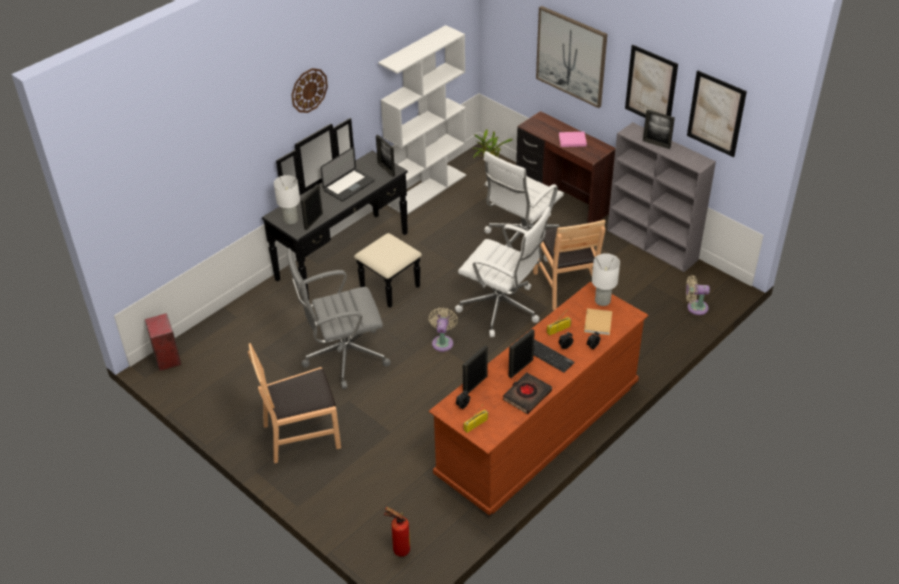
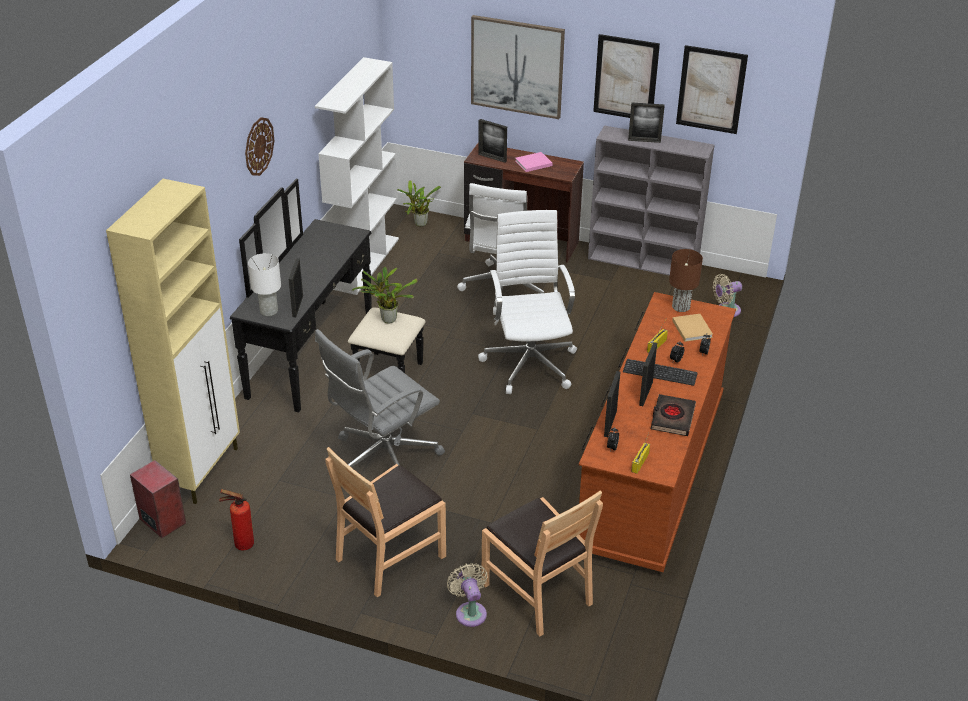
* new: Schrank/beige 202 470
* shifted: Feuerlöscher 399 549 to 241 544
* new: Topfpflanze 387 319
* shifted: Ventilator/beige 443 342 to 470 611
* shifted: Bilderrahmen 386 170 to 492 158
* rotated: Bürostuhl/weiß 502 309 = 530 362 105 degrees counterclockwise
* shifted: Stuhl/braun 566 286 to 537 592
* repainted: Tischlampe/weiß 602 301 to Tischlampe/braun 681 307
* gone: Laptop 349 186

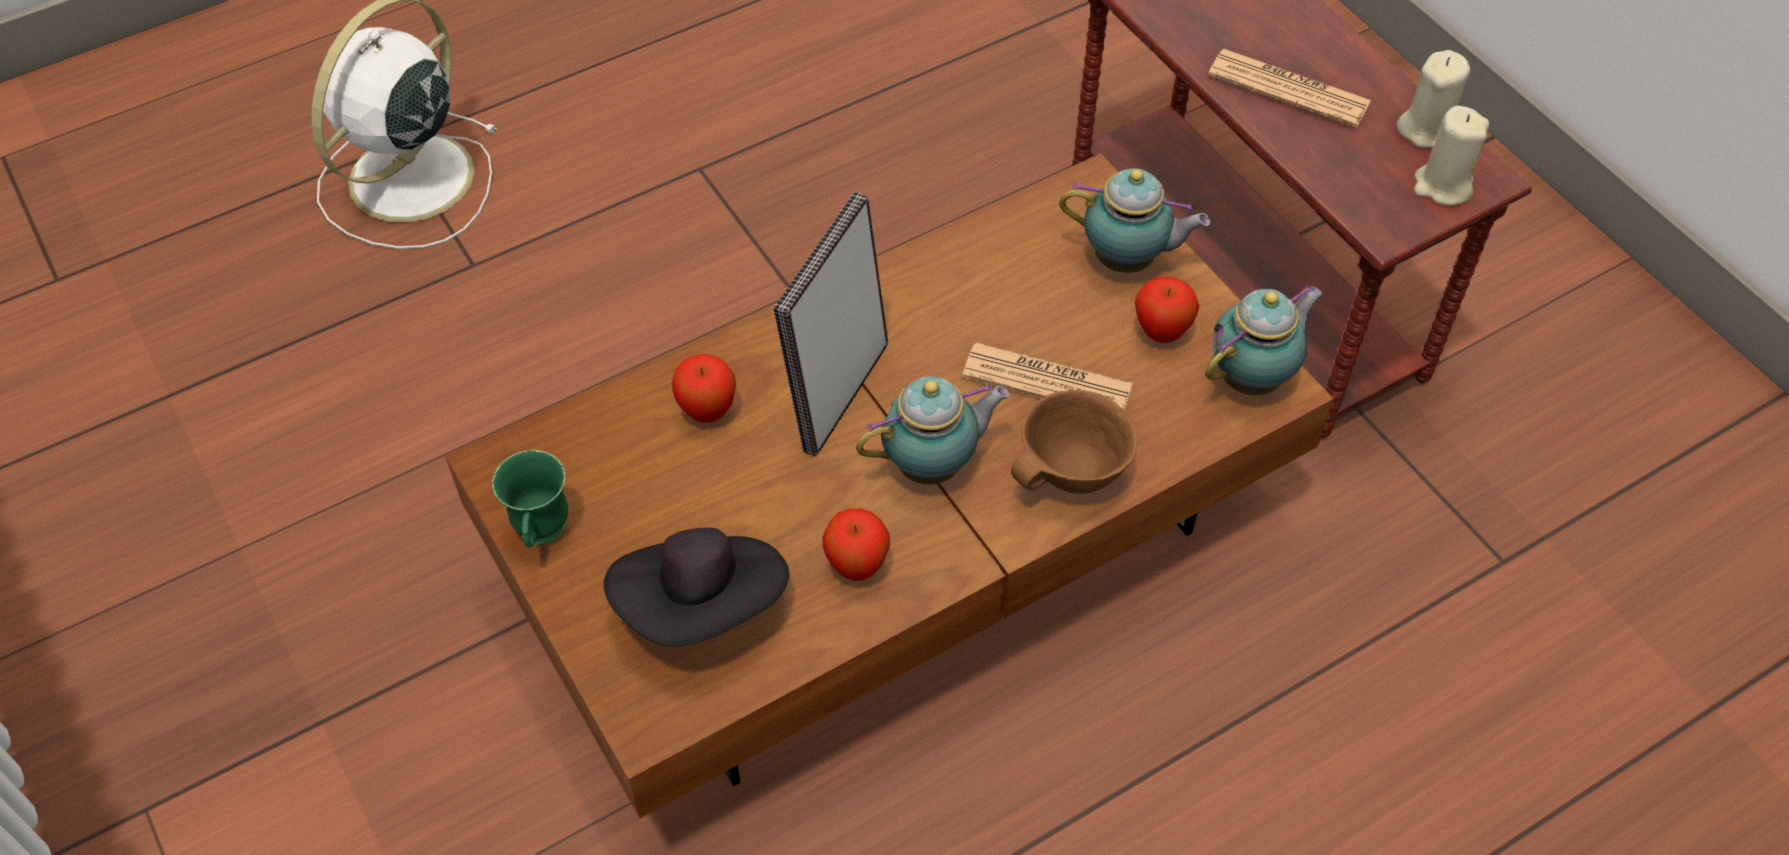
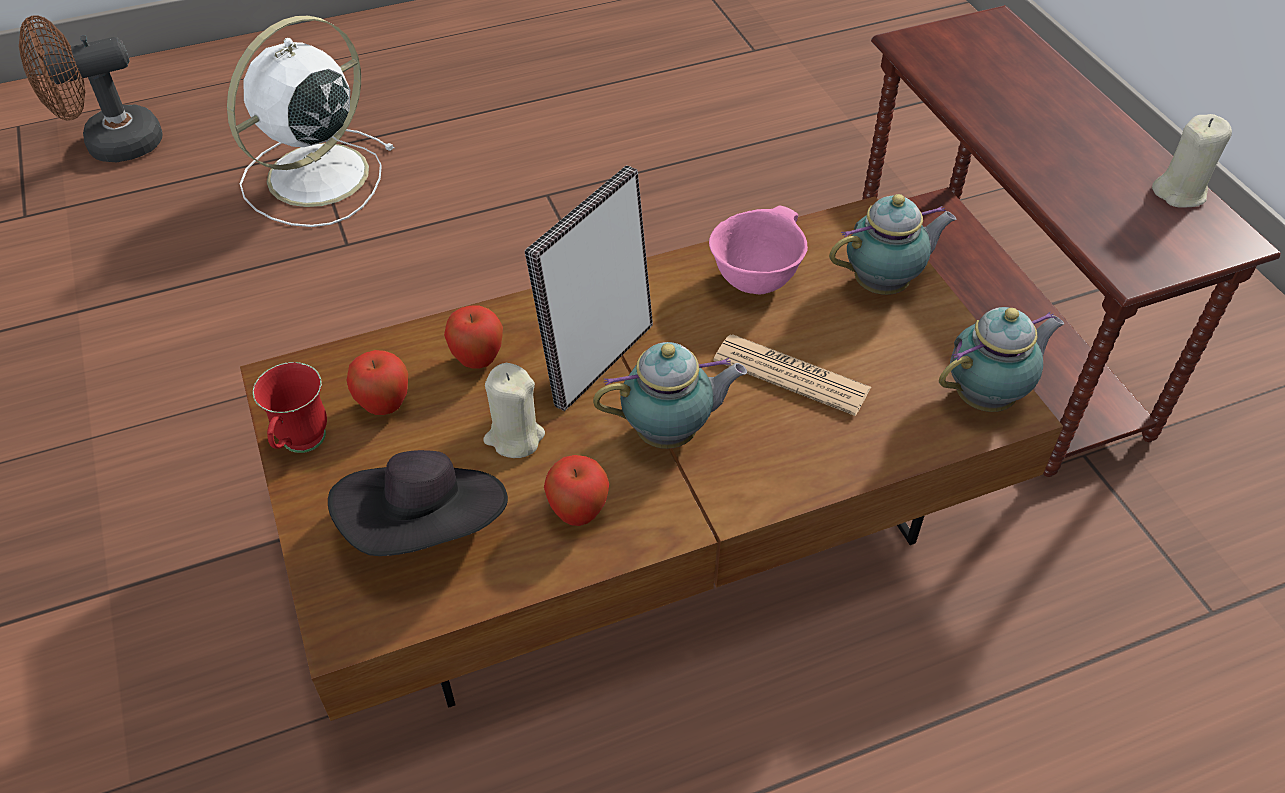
* new: Ventilator/braun 111 145
* repainted: Henkelbecher/grün 541 537 to Henkelbecher/rot 300 446
* shifted: Apfel 1161 332 to 384 405
* shifted: Kerze/beige 1442 186 to 514 437
* new: Schüssel/rosa 754 278
* rotated: Teekanne 1128 261 = 884 284 45 degrees counterclockwise
* gone: Schüssel/braun 1072 474
* gone: Zeitung 1289 89

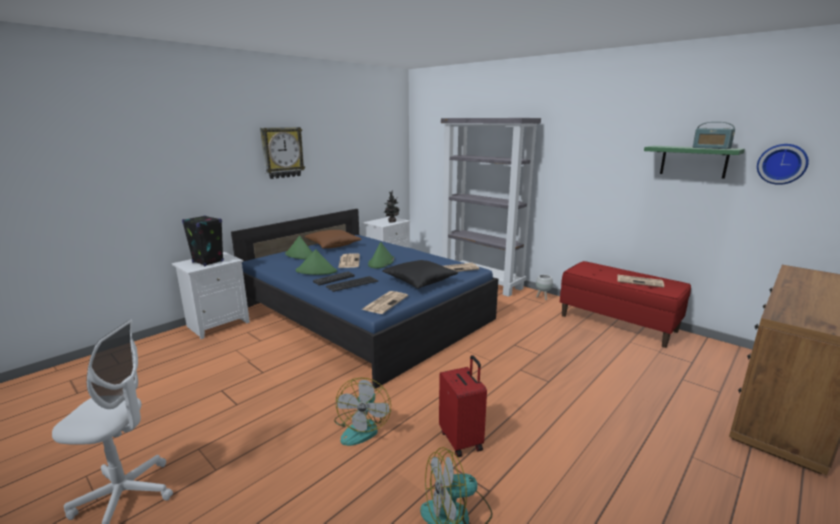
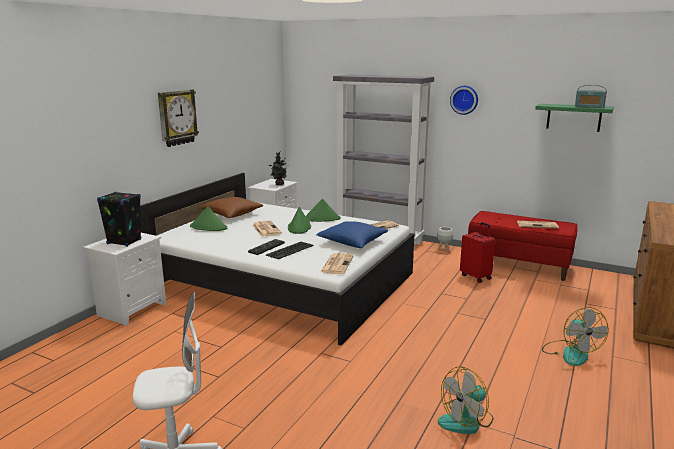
* repainted: Bett/blau 364 313 to Bett/weiß 283 282
* shifted: Hut/grün 316 271 to 322 219
* repainted: Kissen/schwarz 420 282 to Kissen/blau 352 242
* shifted: Wanduhr 782 164 to 464 100
* shifted: Koffer/rot 462 440 to 476 277
* shifted: Ventilator 362 427 to 570 353

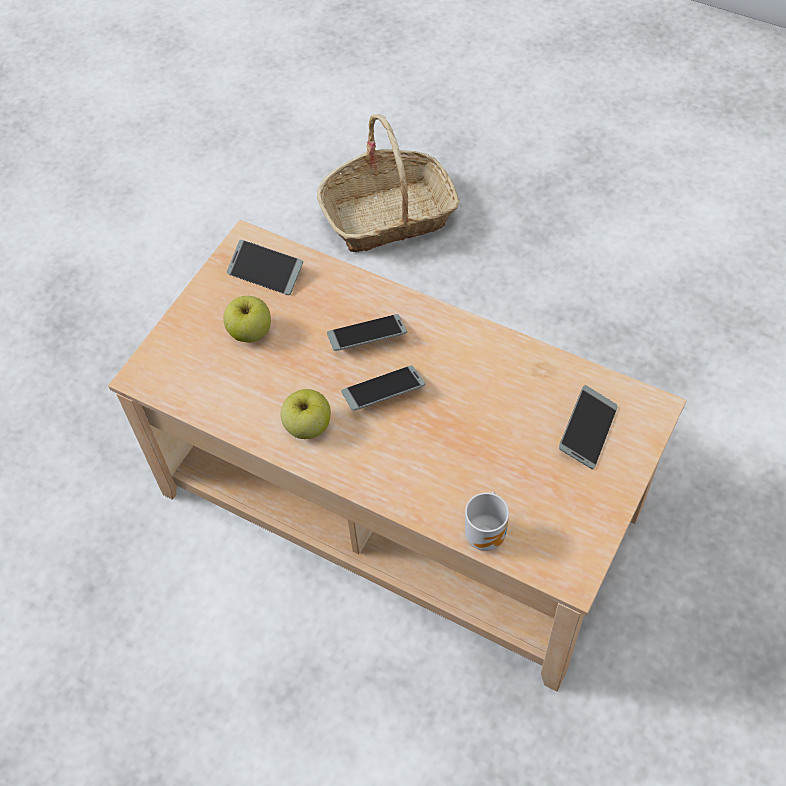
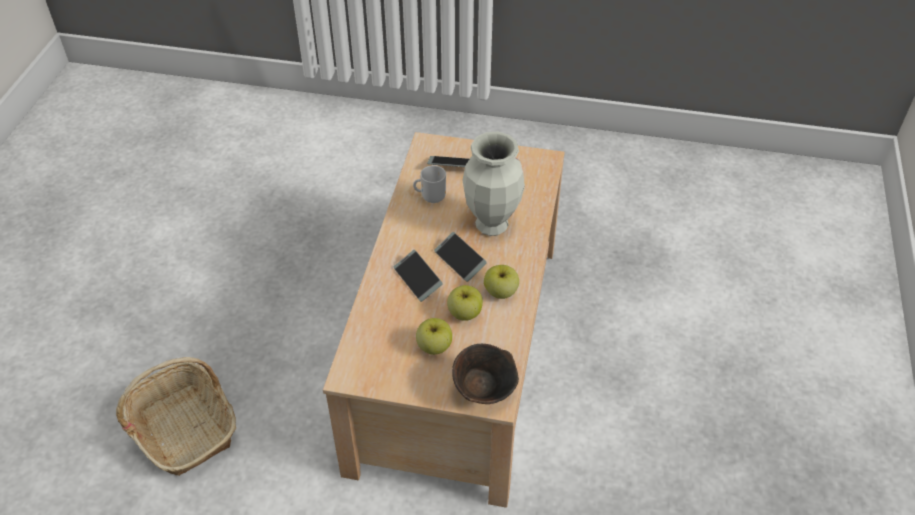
* shifted: Henkelbecher 487 534 to 431 197
* new: Apfel 464 313
* new: Schüssel/braun 484 390
* new: Vase 491 225
* gone: Handy 265 272

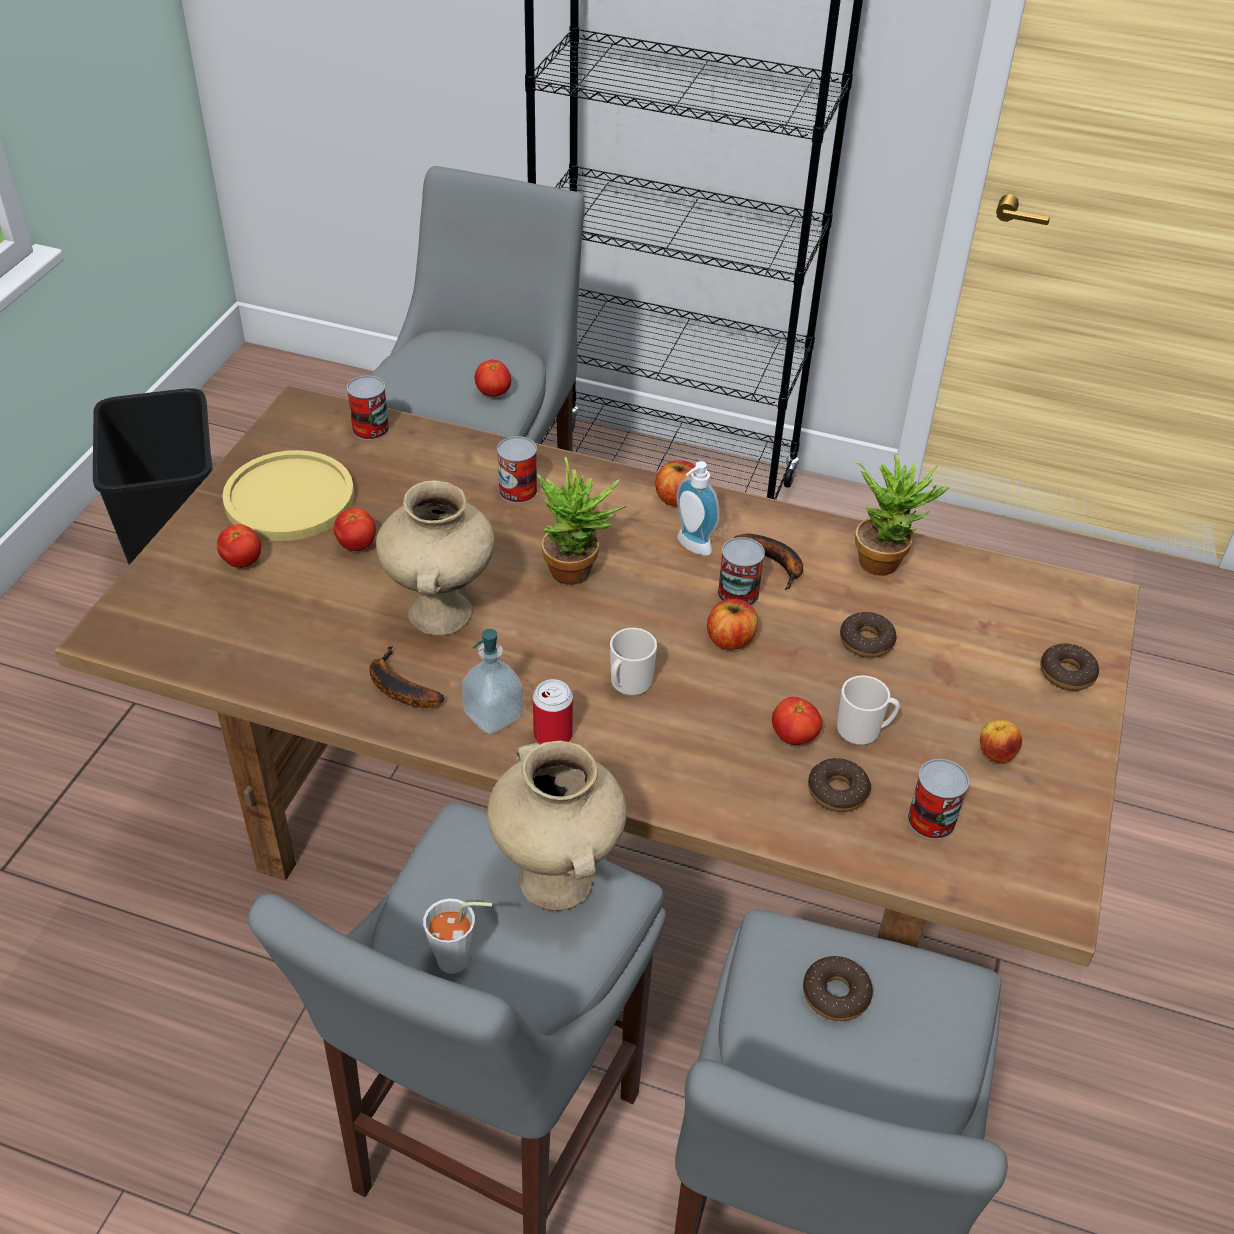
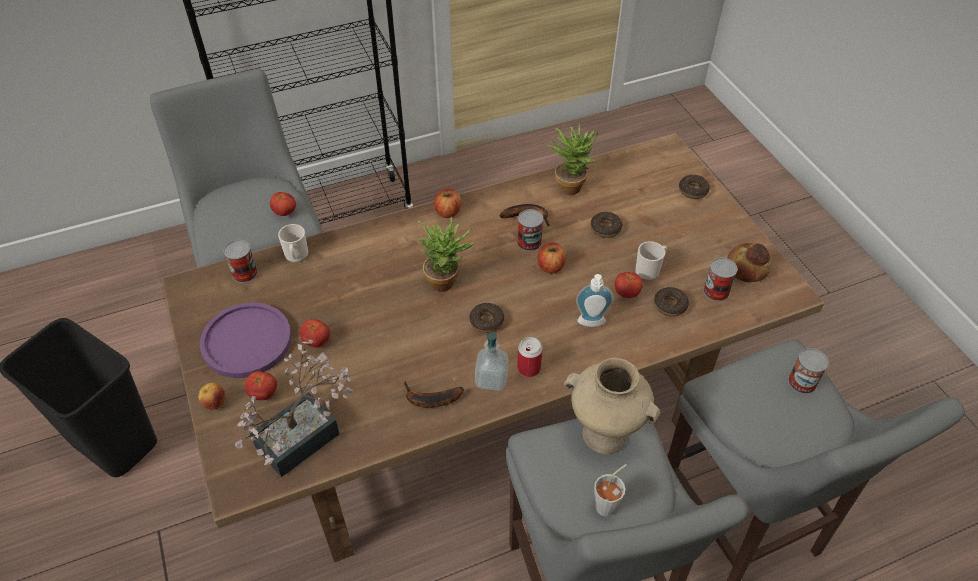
* shifted: Apfel 995 754 to 215 403
* repainted: Teller/gelb 289 498 to Teller/lila 246 341
* new: Topfpflanze 306 435
* shifted: Henkelbecher 628 684 to 296 256
* shifted: Donut 836 994 to 486 321
* shifted: Seifenspender 691 547 to 591 324
* new: Brot 747 267
* shifted: Dose 518 491 to 802 382
* gone: Vase/beige 442 614

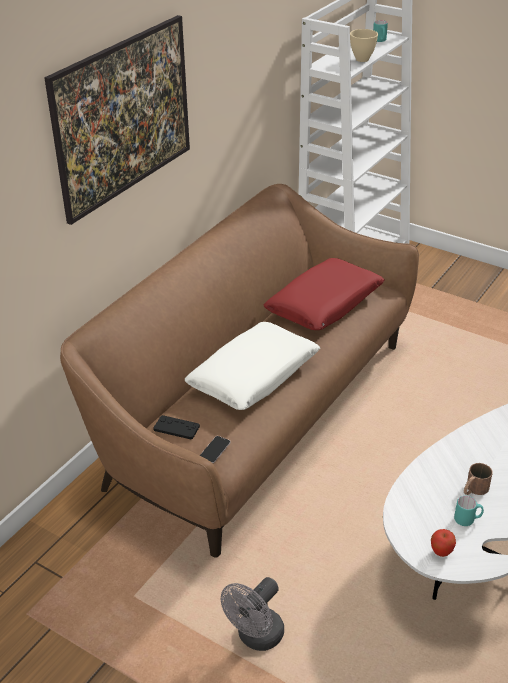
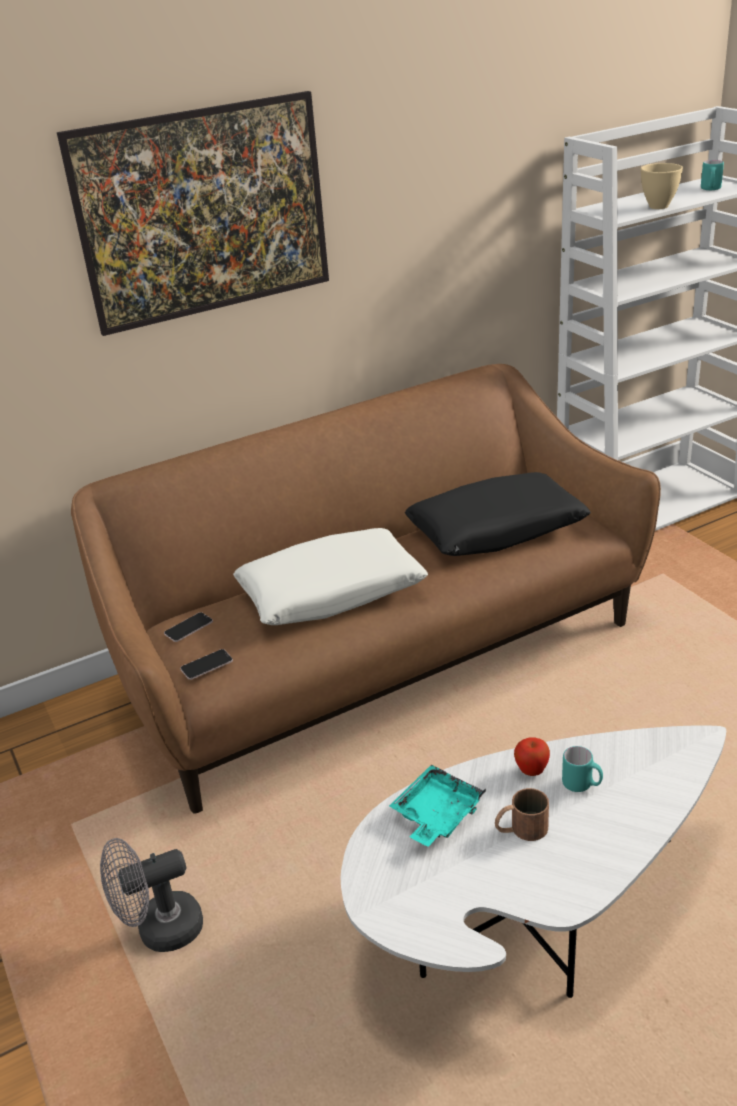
* swapped: Gamepad/schwarz 176 428 to Handy 188 628
* new: Tablett/türkis 436 815
* repainted: Kissen/rot 324 304 to Kissen/schwarz 496 530
* shifted: Apfel 441 552 to 531 771
* shifted: Henkelbecher/türkis 467 520 to 582 785

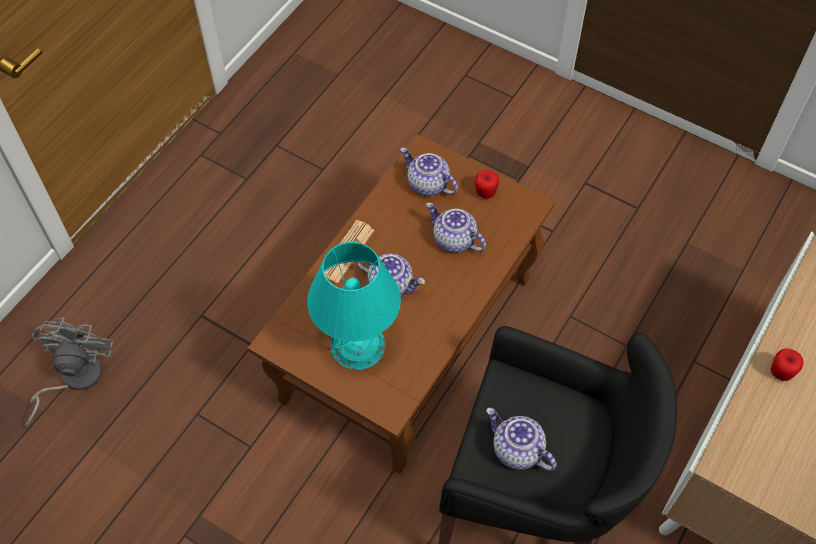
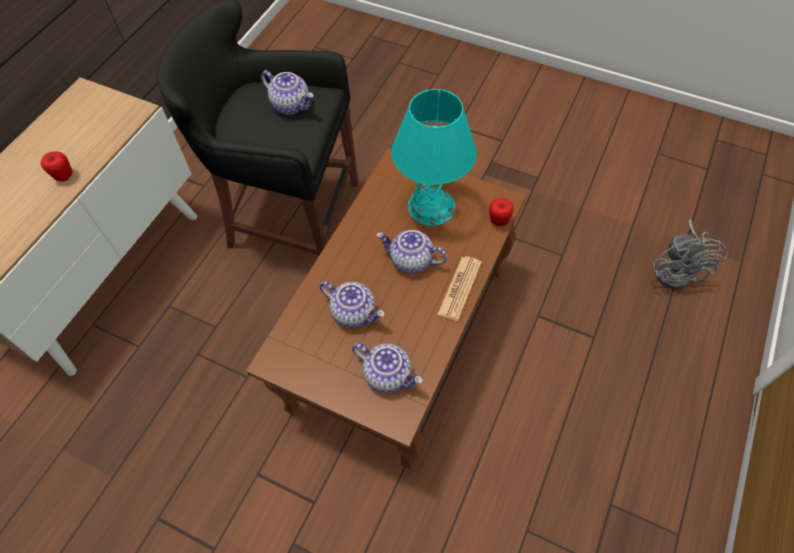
* shifted: Apfel 485 193 to 498 221

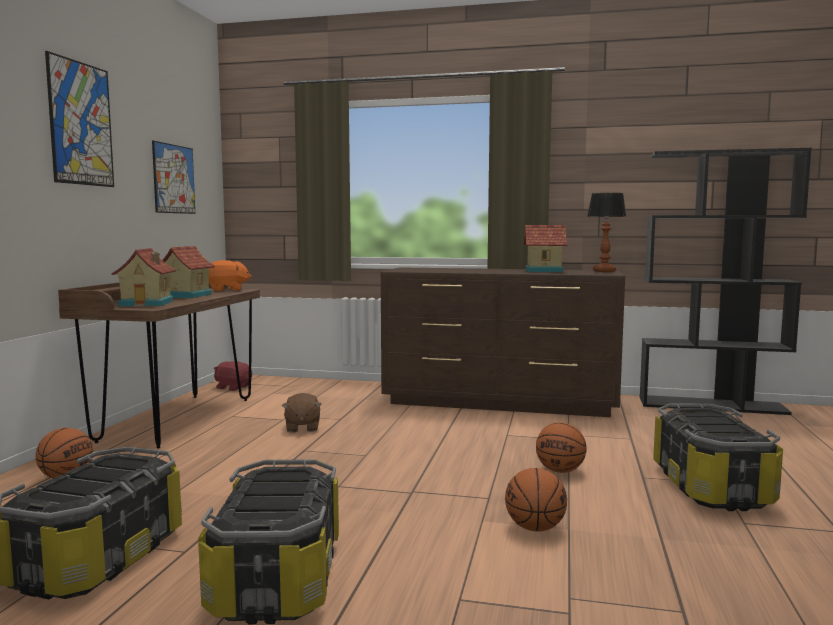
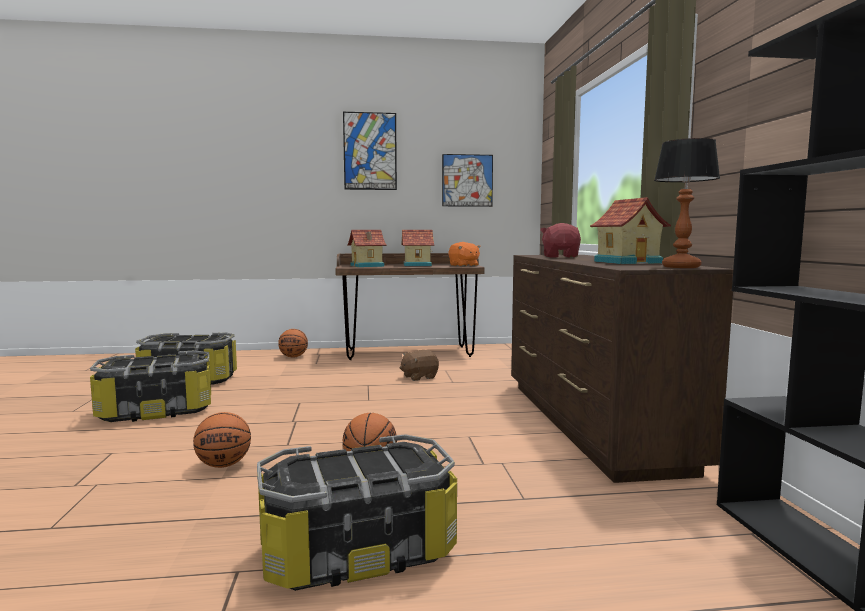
* shifted: Plüschtier/rot 233 387 to 561 257

